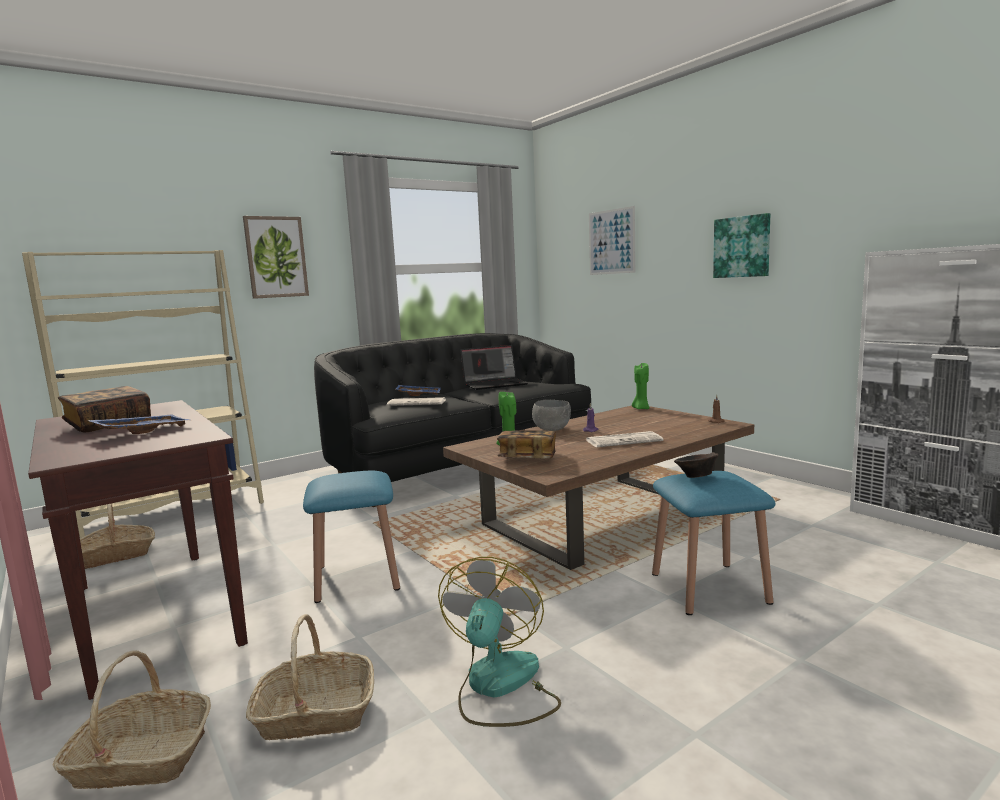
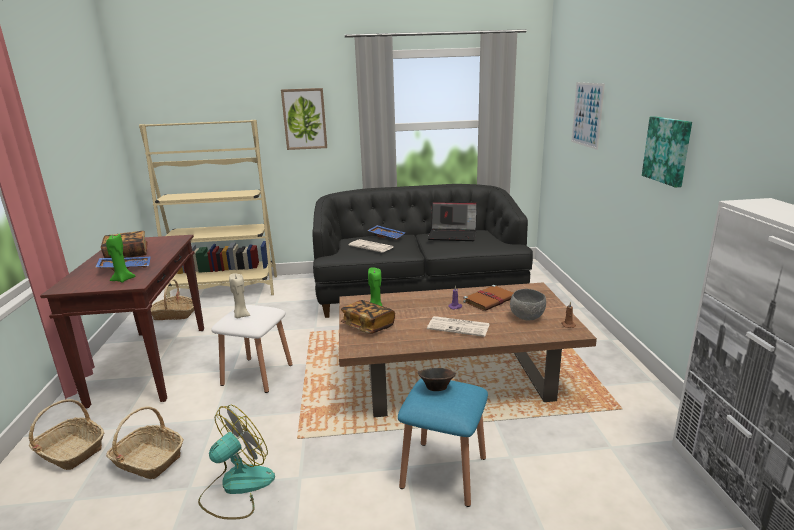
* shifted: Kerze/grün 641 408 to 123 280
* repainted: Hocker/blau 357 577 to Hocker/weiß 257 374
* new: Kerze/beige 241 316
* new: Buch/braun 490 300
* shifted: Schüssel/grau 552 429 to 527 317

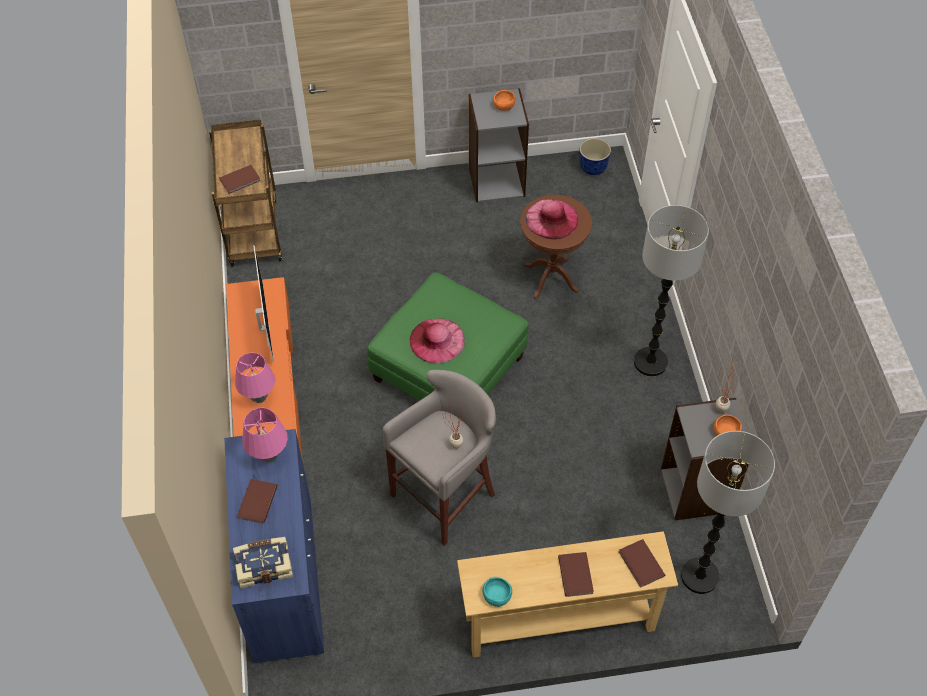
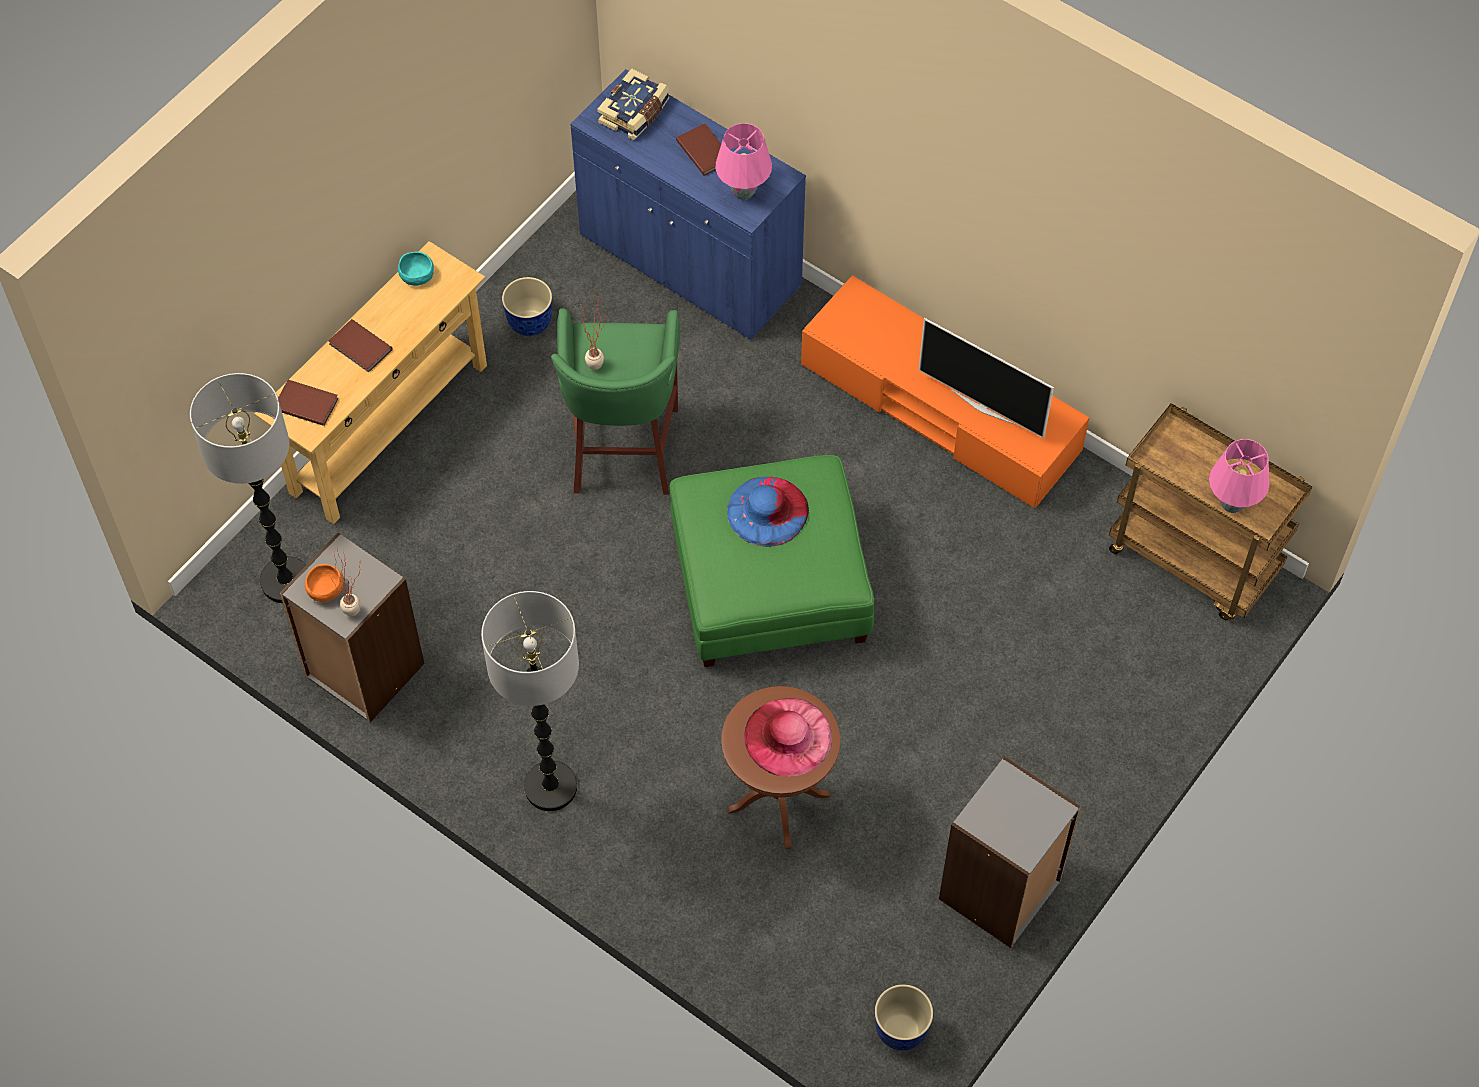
* new: Pflanzkübel 530 322
* repainted: Hocker/grau 446 495 to Hocker/grün 623 453
* repainted: Hut/rosa 437 340 to Hut/blau 767 511
* shifted: Tischlampe/rosa 259 397 to 1232 504
* gone: Buch/braun 241 180
* gone: Schüssel/orange 503 106

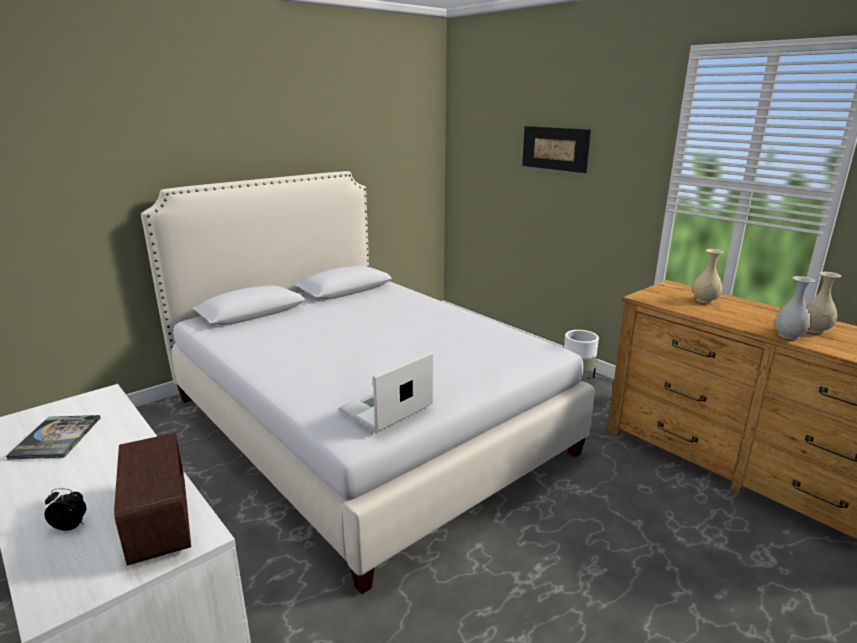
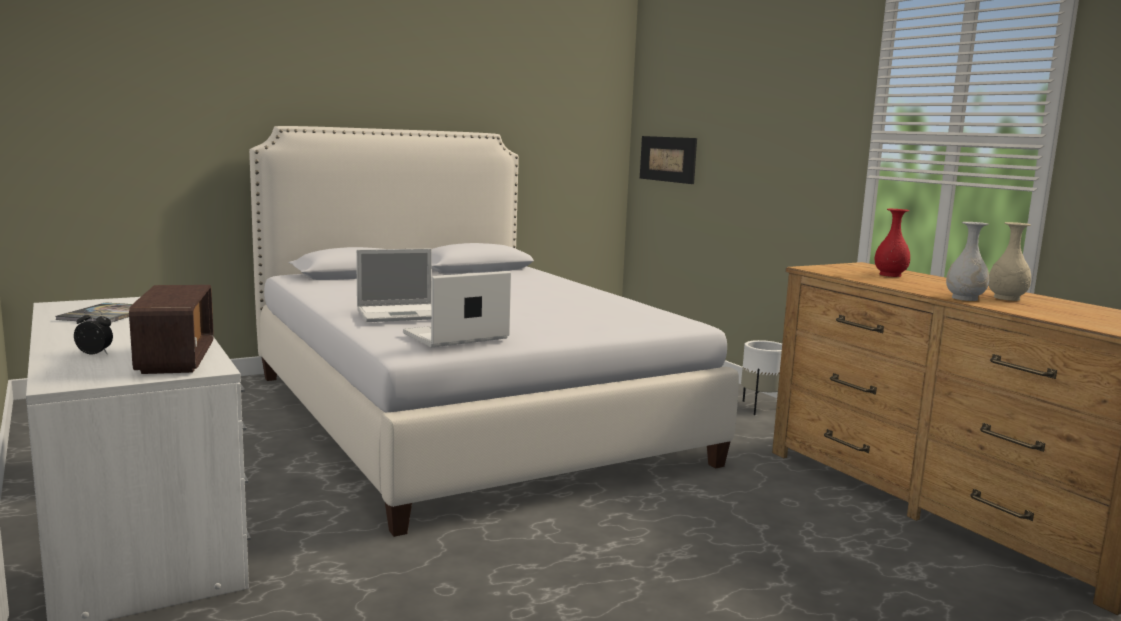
* new: Laptop 401 314
* shifted: Bild 555 148 to 667 159
* repainted: Vase/beige 705 301 to Vase/rot 890 275

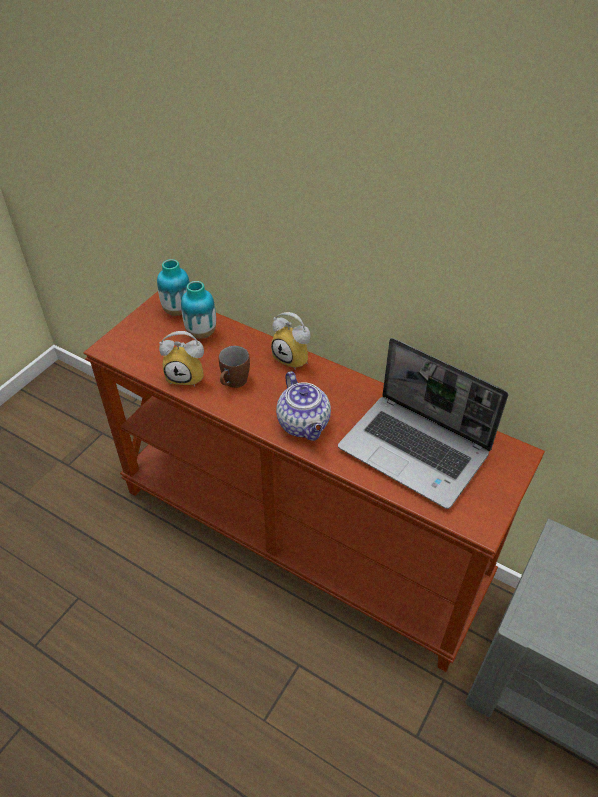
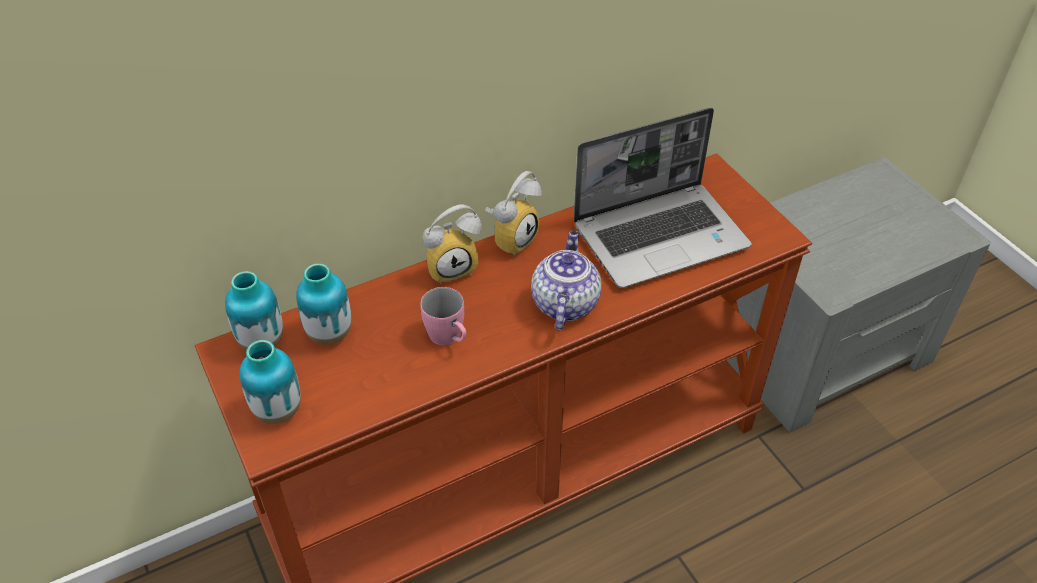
* new: Vase 278 411
* repainted: Henkelbecher/braun 233 383 to Henkelbecher/rosa 449 338
* shifted: Wecker 188 375 to 512 238
* rotated: Teekanne 304 425 = 564 303 90 degrees counterclockwise

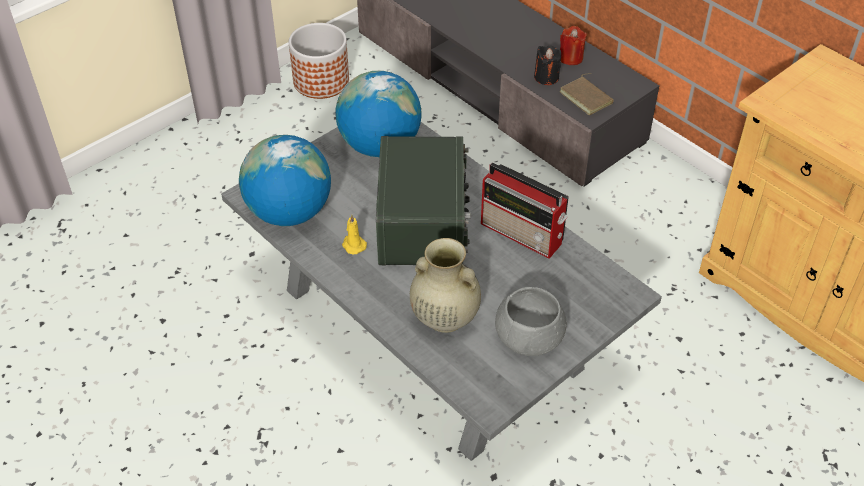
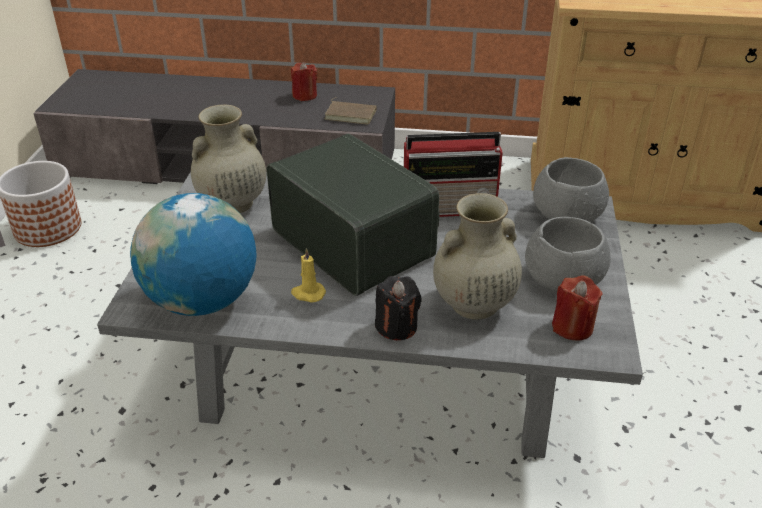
* swapped: Globus 379 145 to Vase/beige 232 204
* shifted: Kerze/schwarz 546 77 to 396 326
* new: Schüssel/grau 567 214
* new: Kerze/rot 572 327

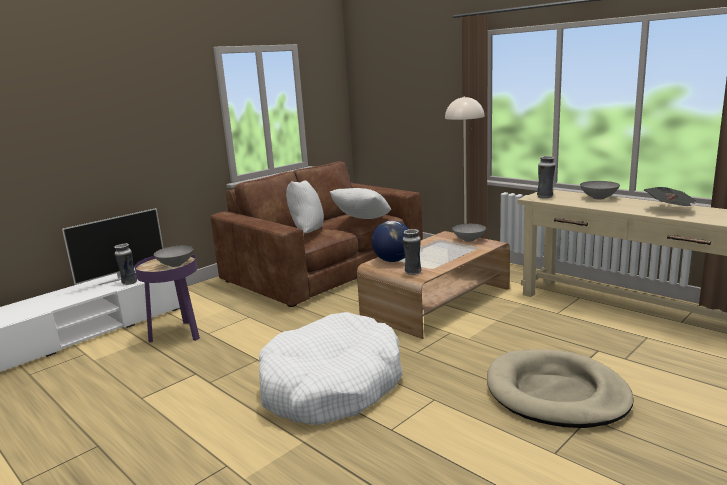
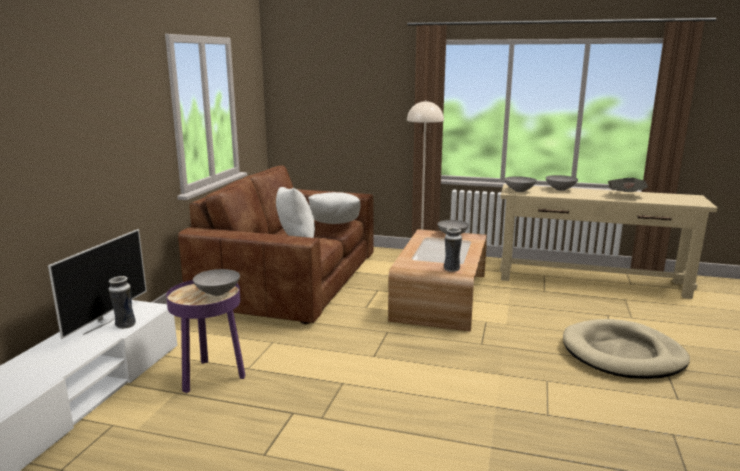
* swapped: Vase 545 197 to Schüssel/grau 519 191
* gone: Hundebett/weiß 331 386
* gone: Globus 393 260

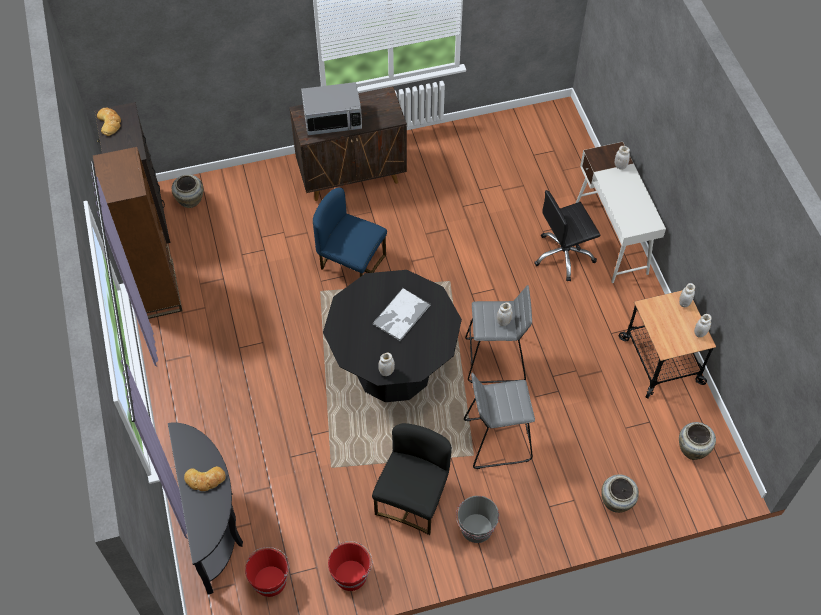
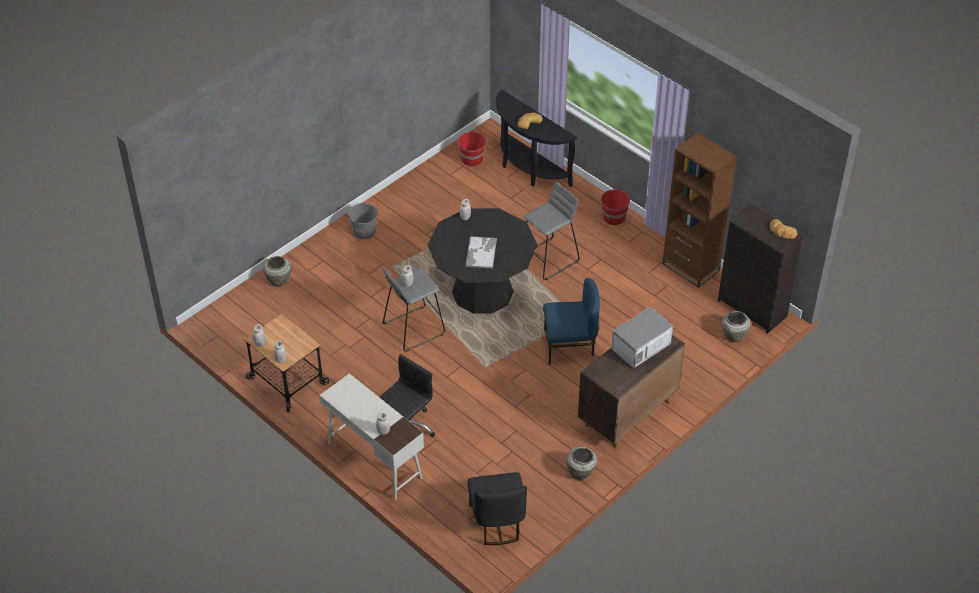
* shifted: Stuhl/schwarz 413 499 to 497 522
* shifted: Hocker/grau 496 440 to 549 259
* shifted: Vase/beige 692 449 to 581 473
* shifted: Eimer/rot 351 574 to 614 217

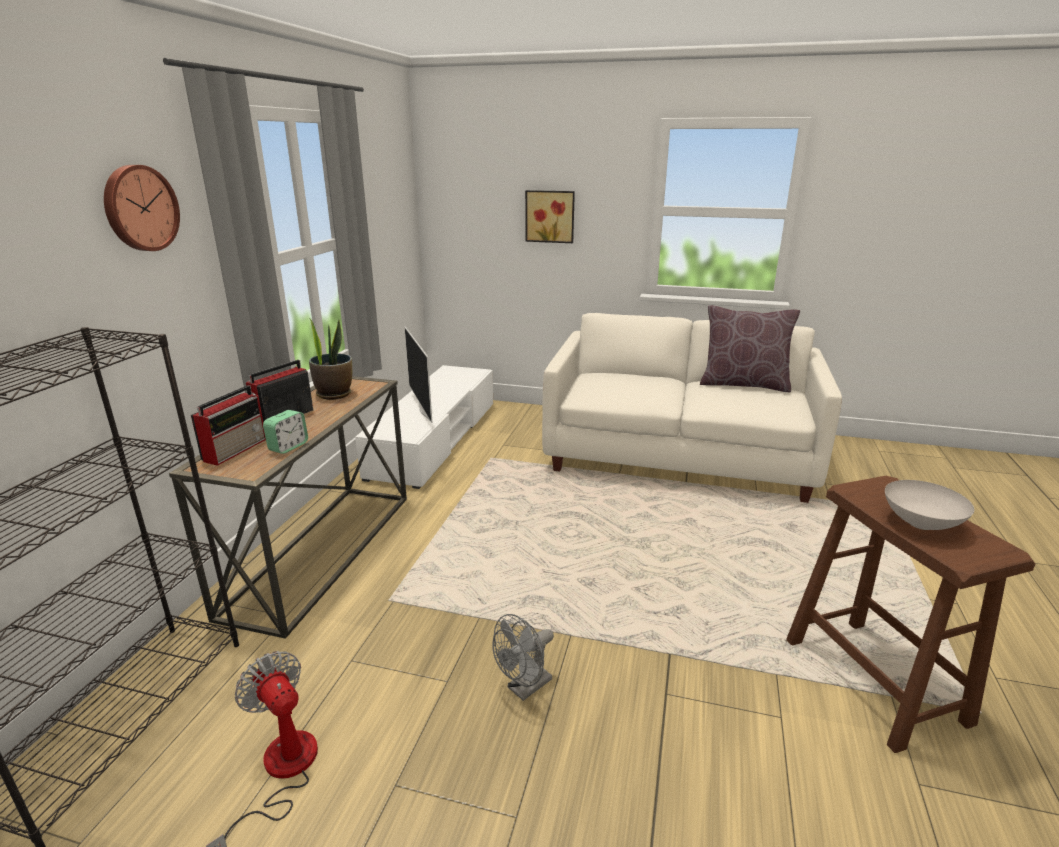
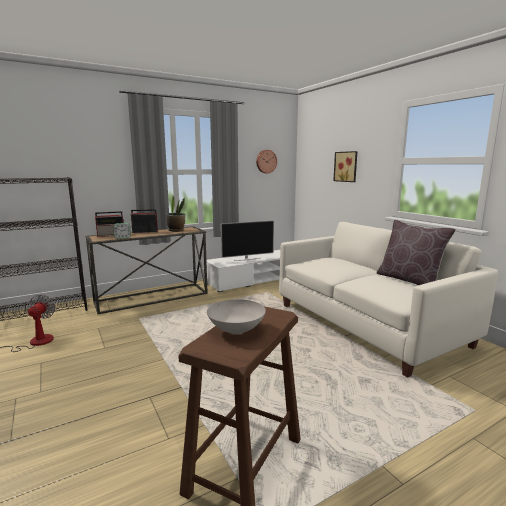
* rotated: Fernseher 425 410 = 247 259 135 degrees counterclockwise
* shifted: Wanduhr 139 208 to 266 161
* gone: Ventilator/grau 525 688

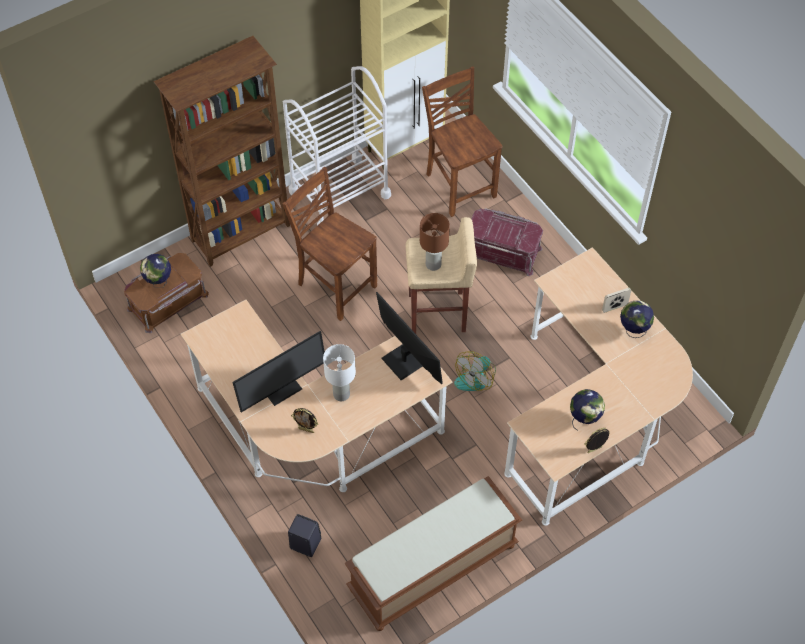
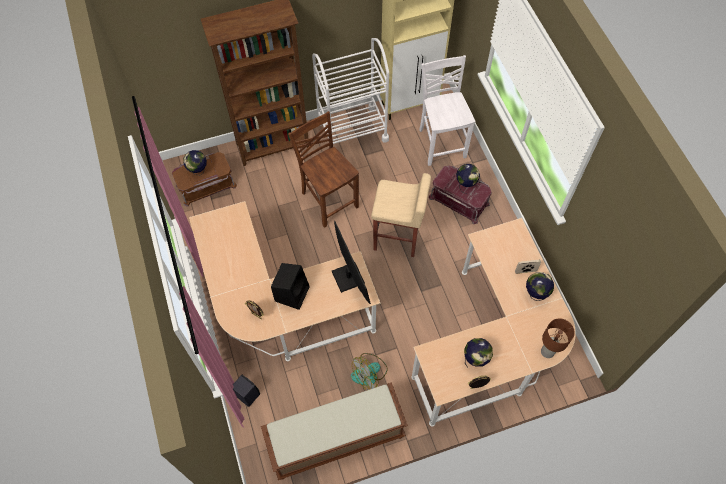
* swapped: Tischlampe/weiß 341 394 to Lautsprecher/schwarz 292 293
* shifted: Ventilator 476 376 to 369 373
* repainted: Stuhl/braun 459 185 to Stuhl/weiß 441 143
* new: Globus 465 185
* shifted: Tischlampe/braun 433 264 to 547 351
* gone: Monitor 280 386

